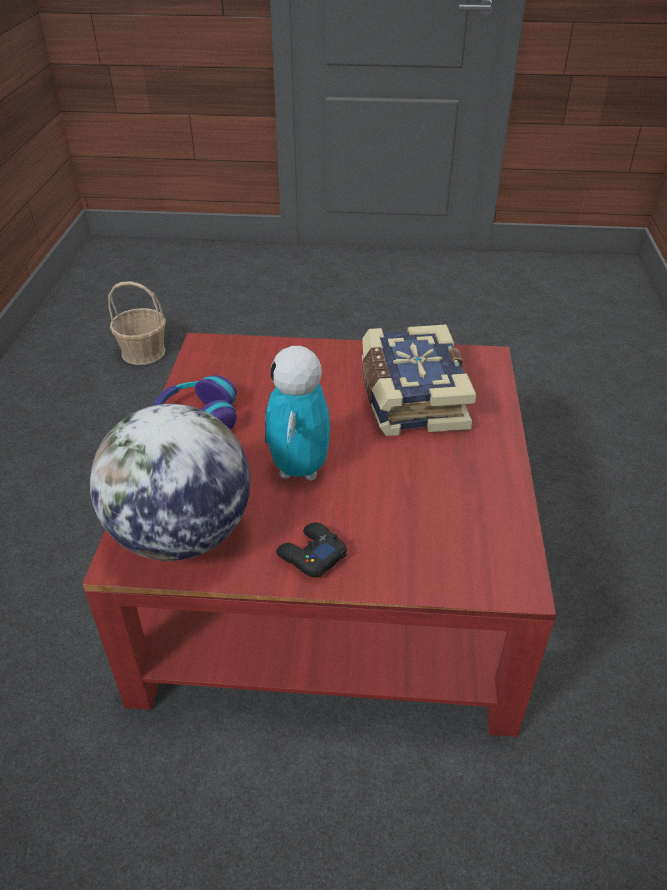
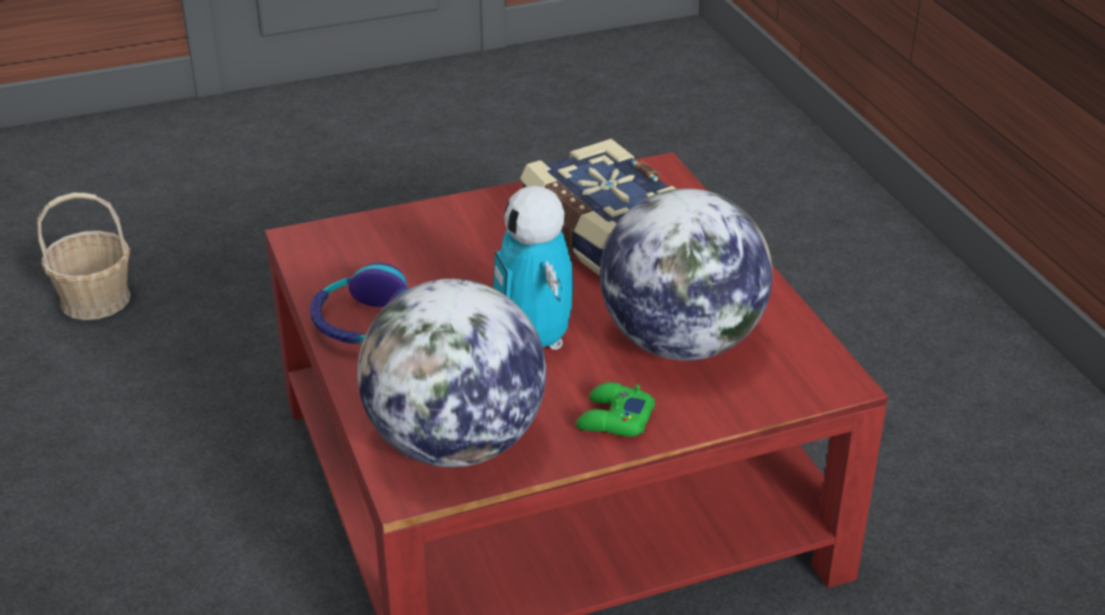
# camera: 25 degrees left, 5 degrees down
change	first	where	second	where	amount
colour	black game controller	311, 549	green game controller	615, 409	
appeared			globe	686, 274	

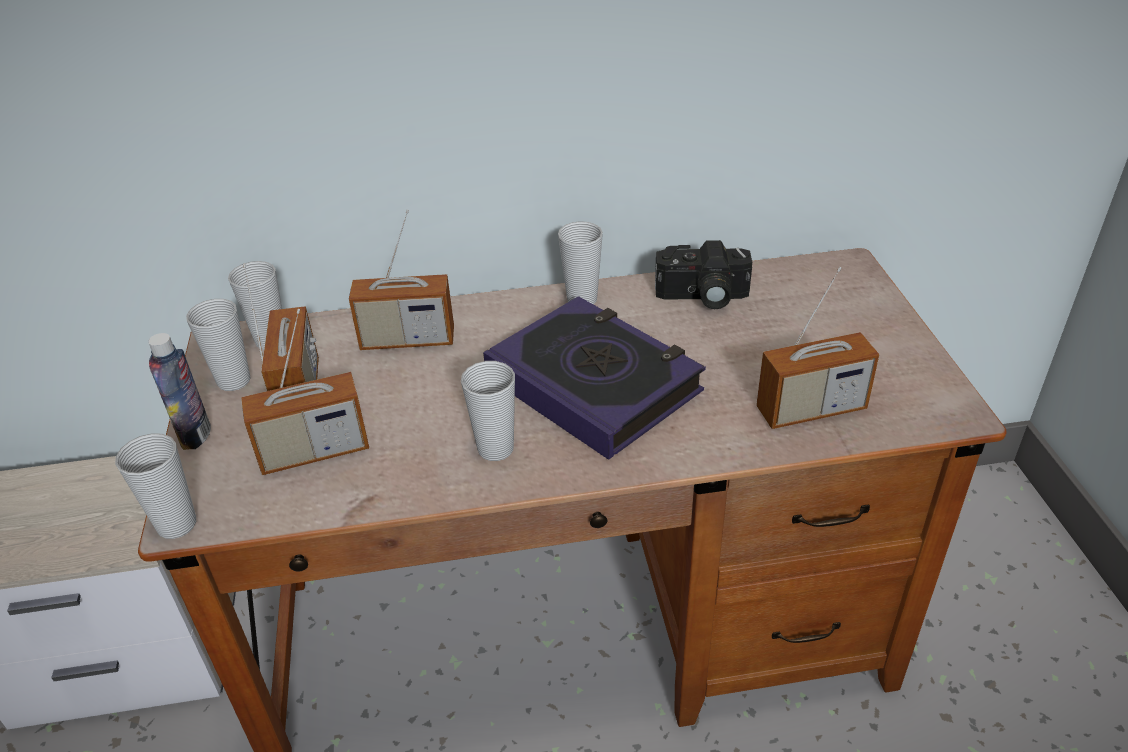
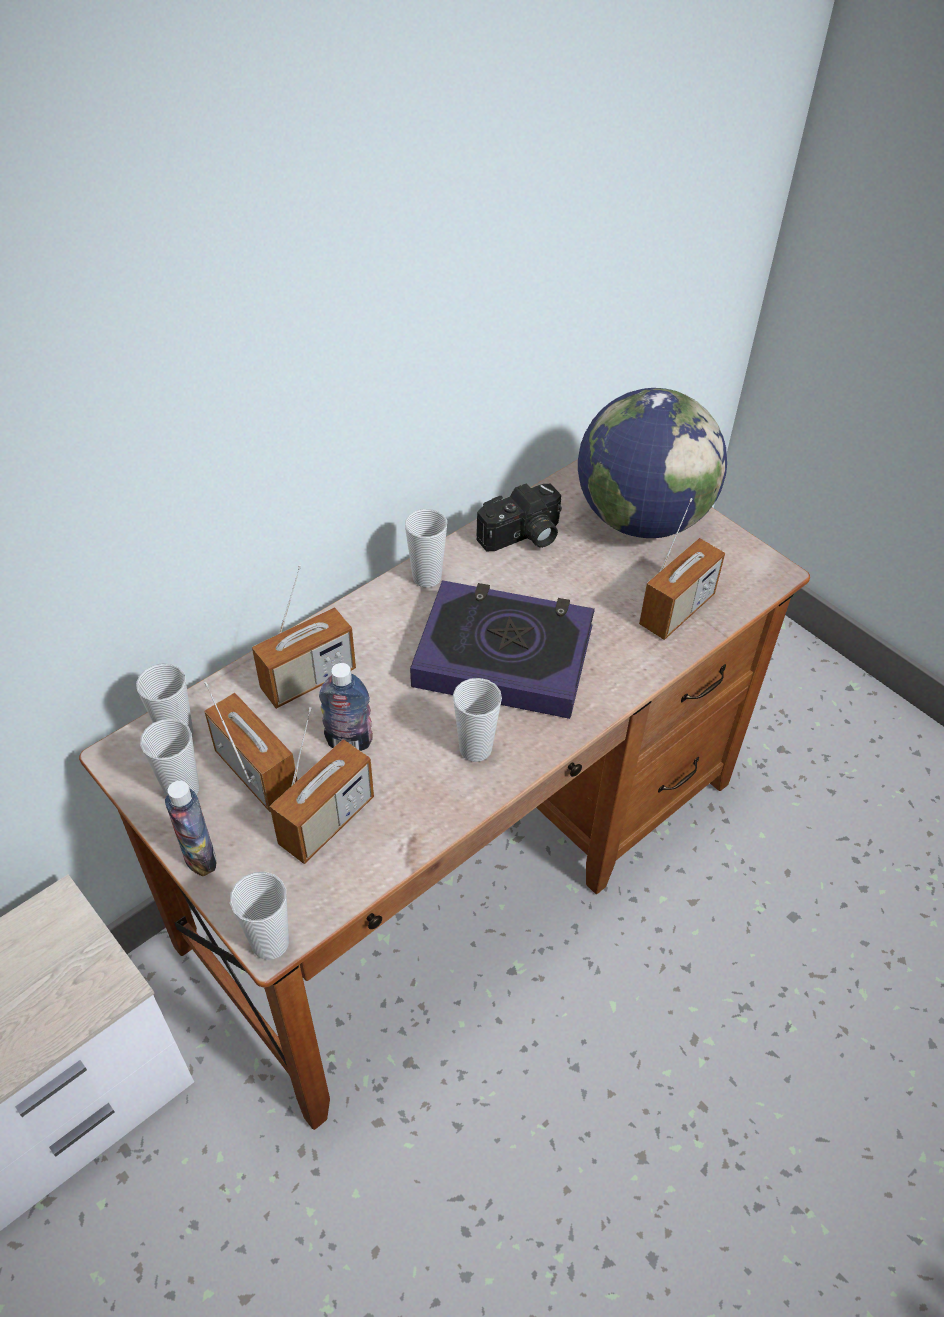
# camera: 35 degrees left, 10 degrees up
change	first	where	second	where	amount
appeared			globe	652, 463	
appeared			bottle	346, 707	

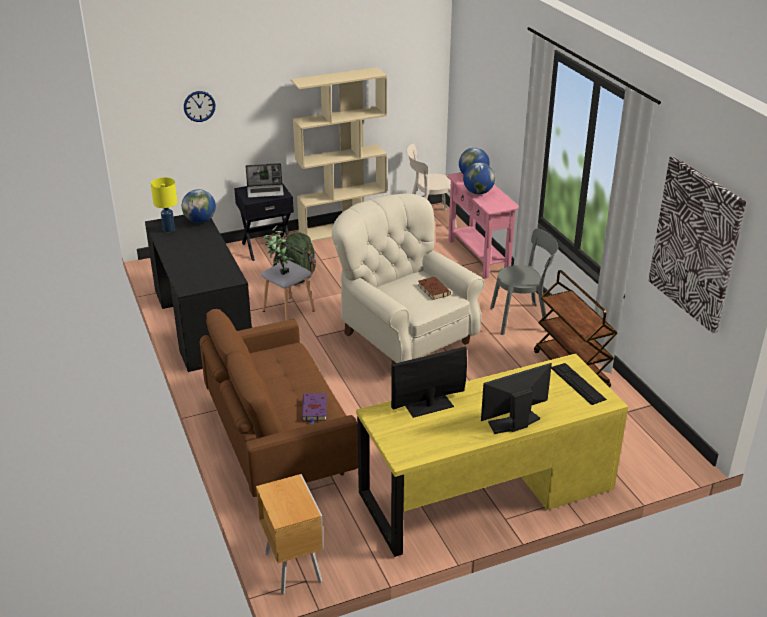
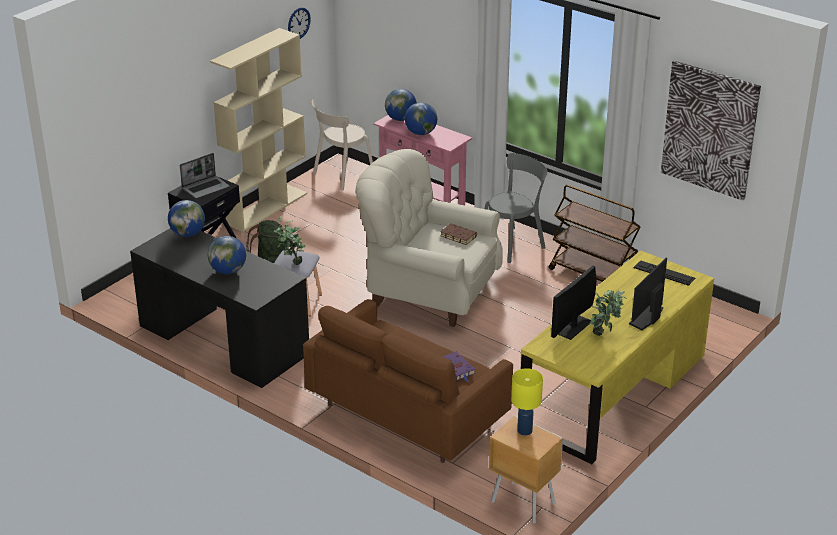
# camera: 30 degrees left, 0 degrees up
change	first	where	second	where	amount
relocated	wall clock	199, 106		299, 23	
relocated	yellow table lamp	164, 204		527, 402	
appeared			globe	227, 255	
appeared			potted plant	608, 313	

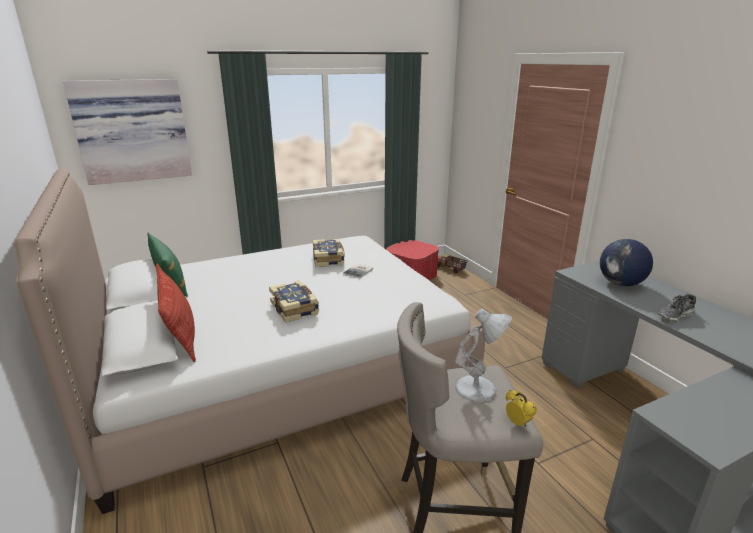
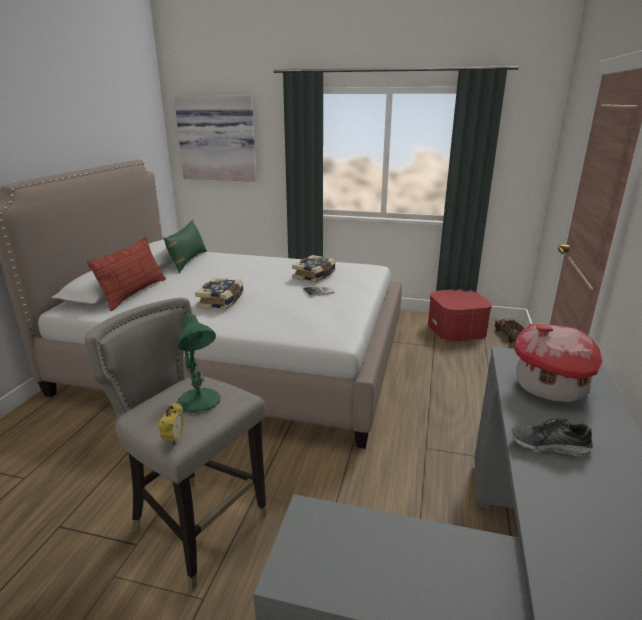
# camera: 40 degrees right, 0 degrees up
change	first	where	second	where	amount
exchanged	globe	626, 262	toy house	558, 363	
colour	white table lamp	483, 355	green table lamp	199, 363	

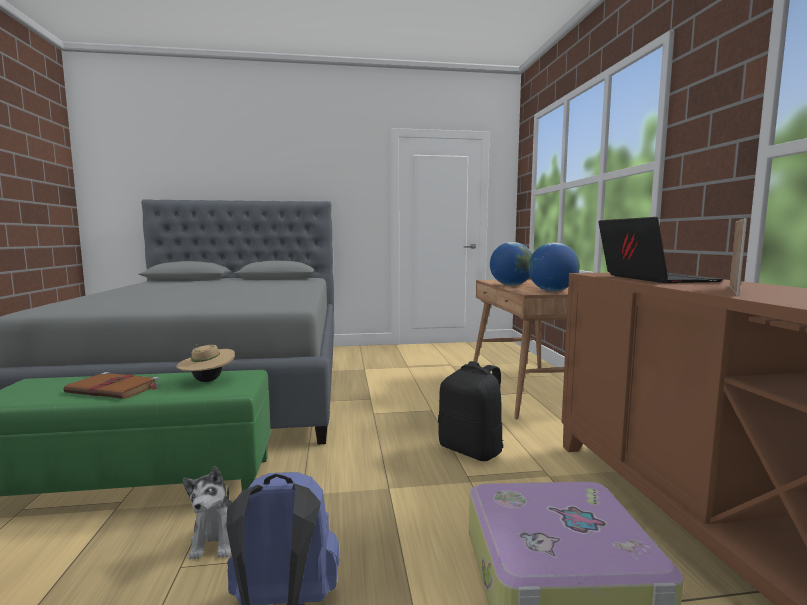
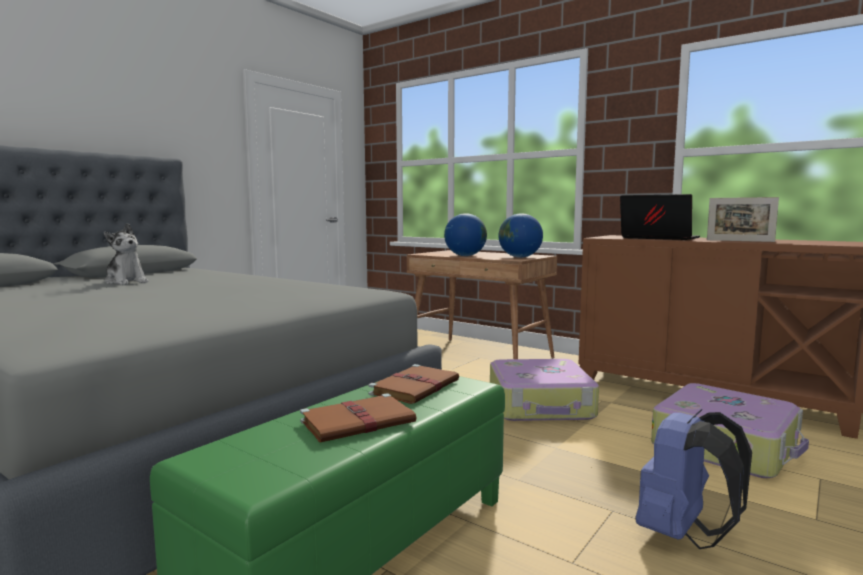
# camera: 45 degrees left, 0 degrees up
change	first	where	second	where	amount
spun	picture frame	738, 257		743, 219	135 degrees clockwise
exchanged	beige hat	205, 363	brown book	413, 384	
exchanged	black backpack	470, 411	suitcase	544, 390	
relocated	plush toy	208, 512		126, 254	

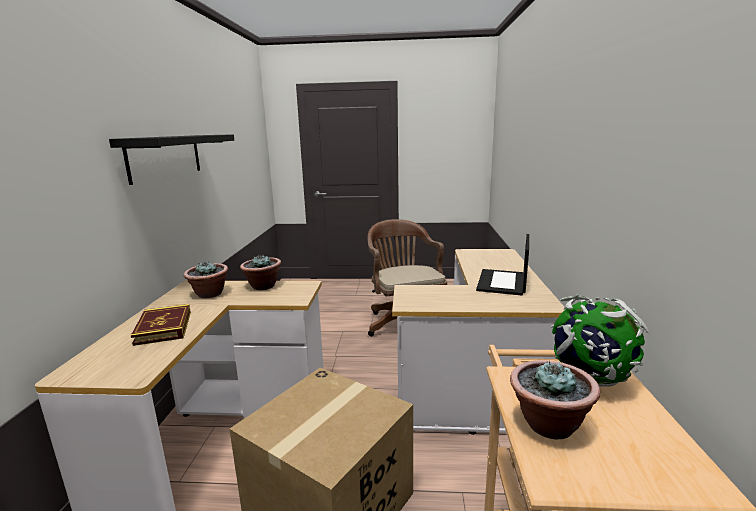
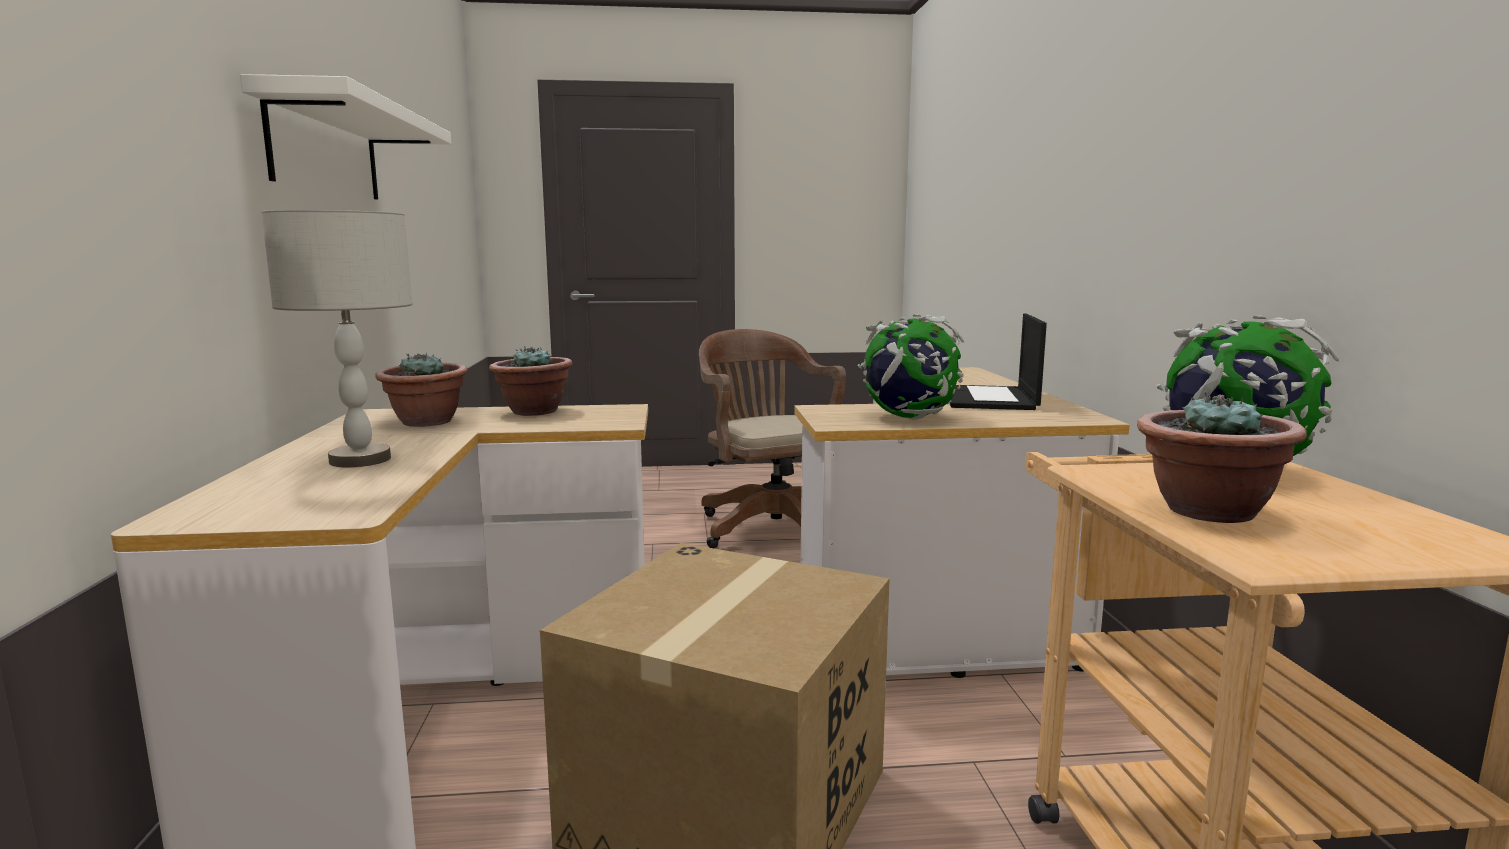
# camera: 10 degrees left, 5 degrees down
change	first	where	second	where	amount
colour	black shelf	171, 159	white shelf	345, 137	
exchanged	book	161, 325	grey table lamp	337, 338	
appeared			globe	911, 367	

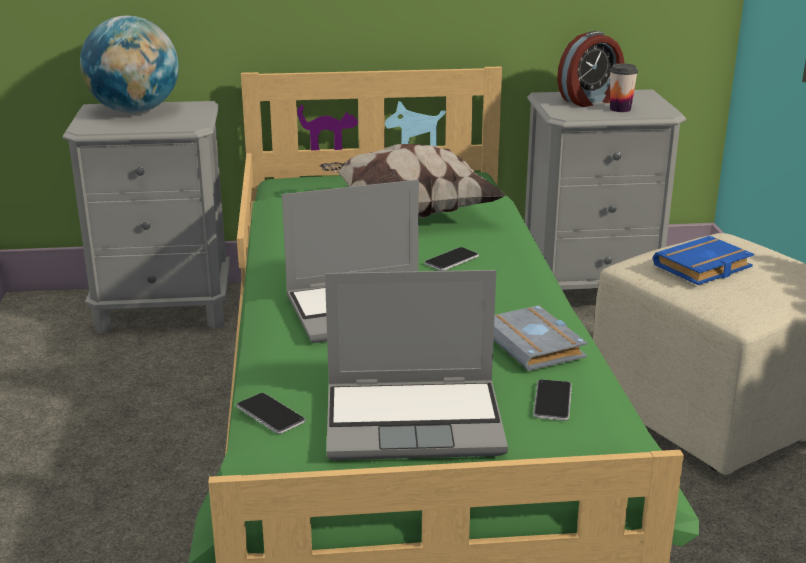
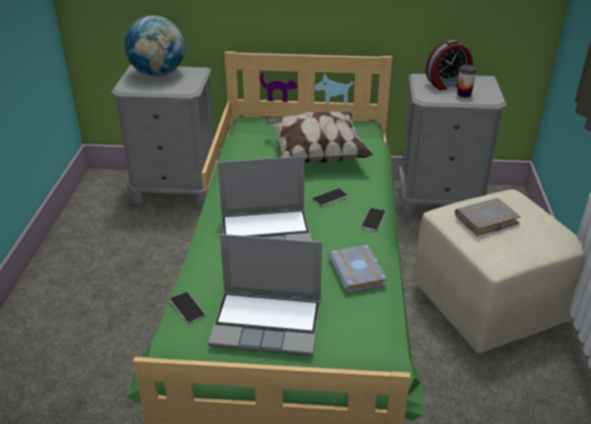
# camera: 10 degrees right, 10 degrees up
change	first	where	second	where	amount
colour	blue book	703, 260	grey book	488, 217	
relocated	phone	552, 400		373, 219	

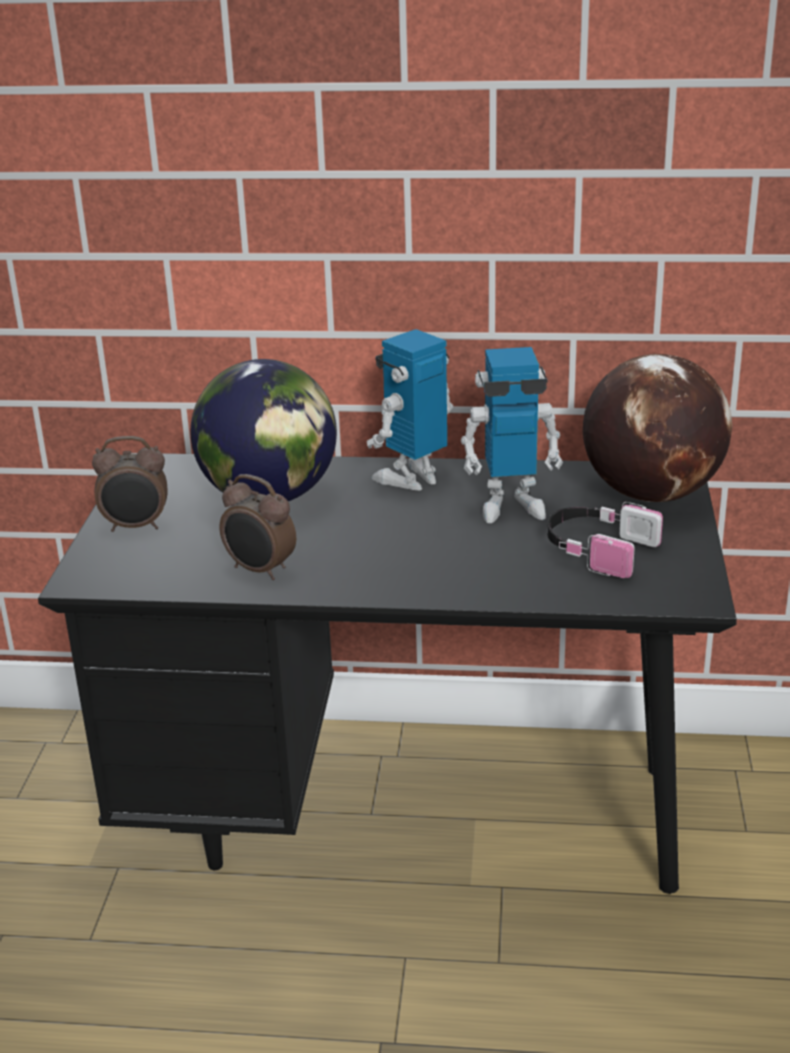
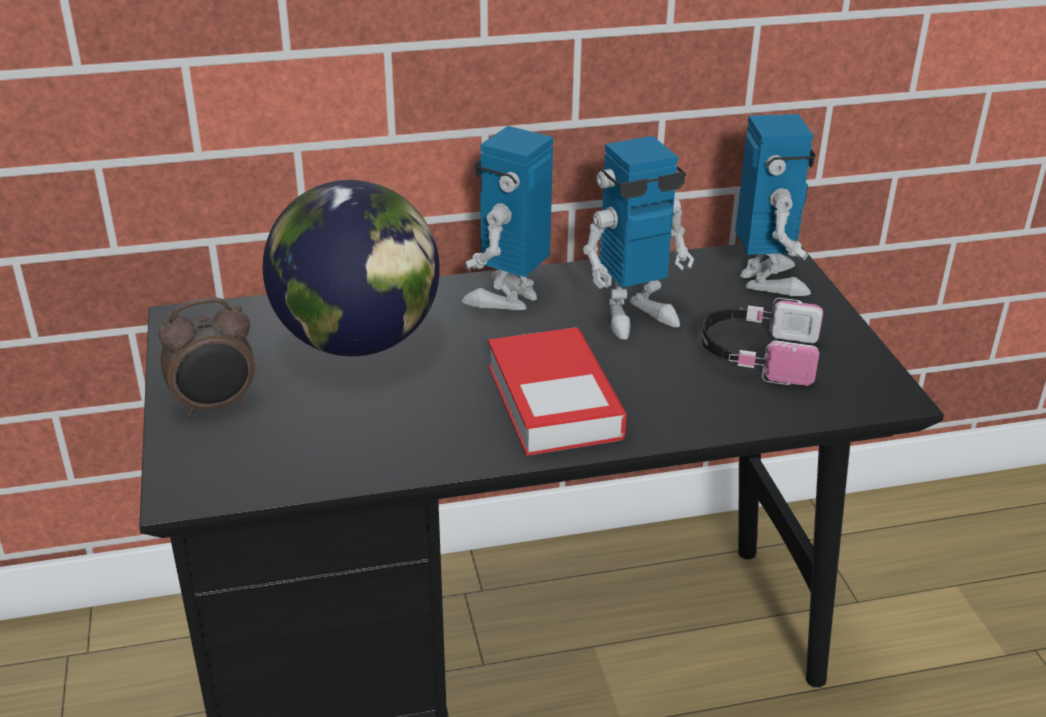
# camera: 20 degrees left, 5 degrees up
change	first	where	second	where	amount
exchanged	globe	657, 428	toy robot	775, 205	
missing	alarm clock	257, 527			
appeared			book	557, 391	

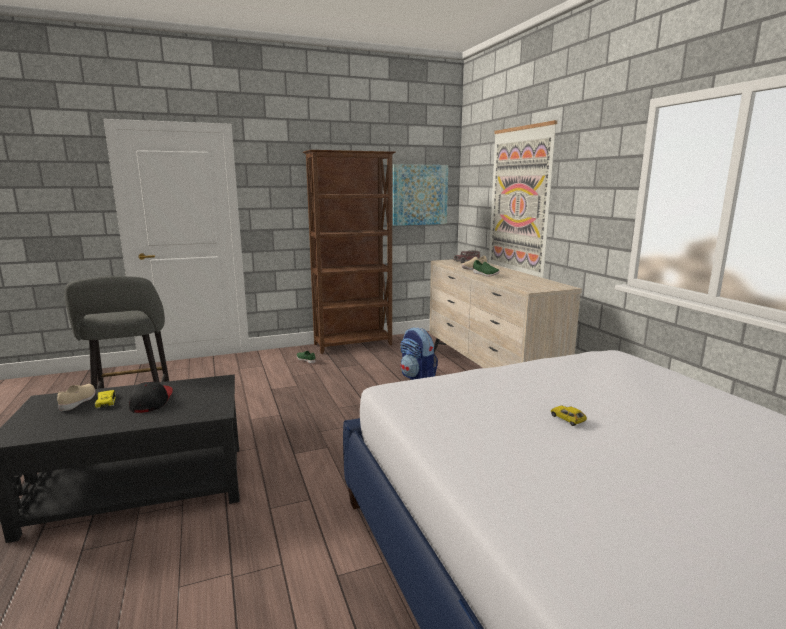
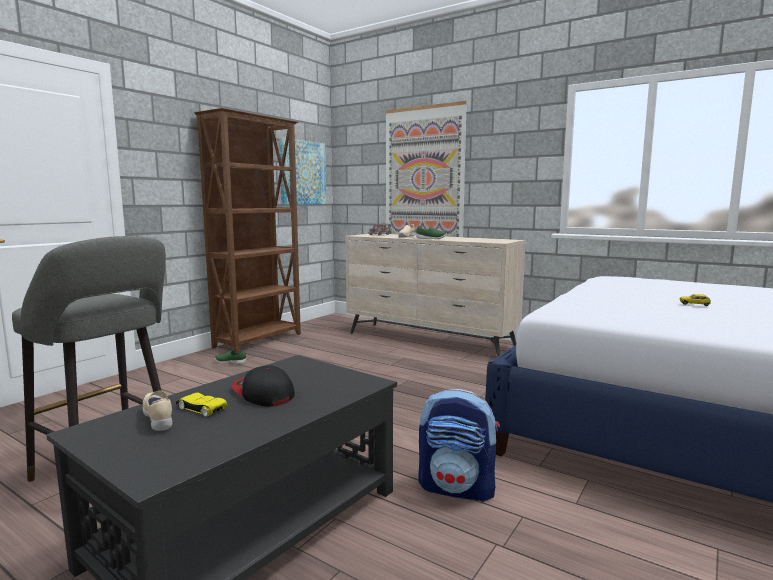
# camera: 35 degrees left, 5 degrees down
change	first	where	second	where	amount
relocated	backpack	419, 353		459, 445	

